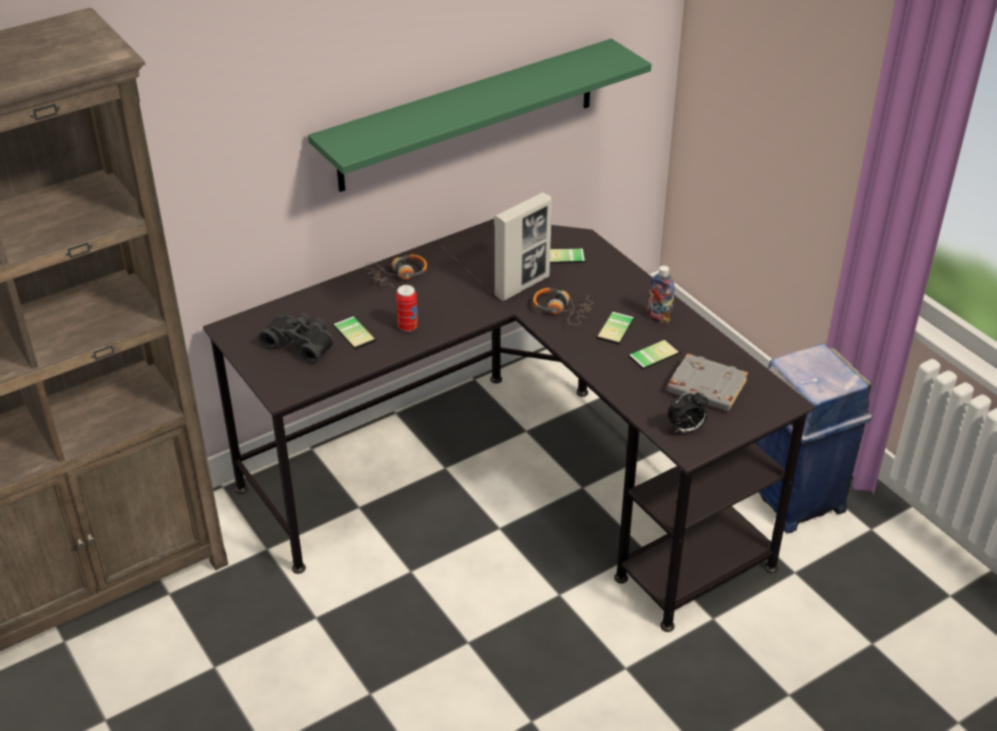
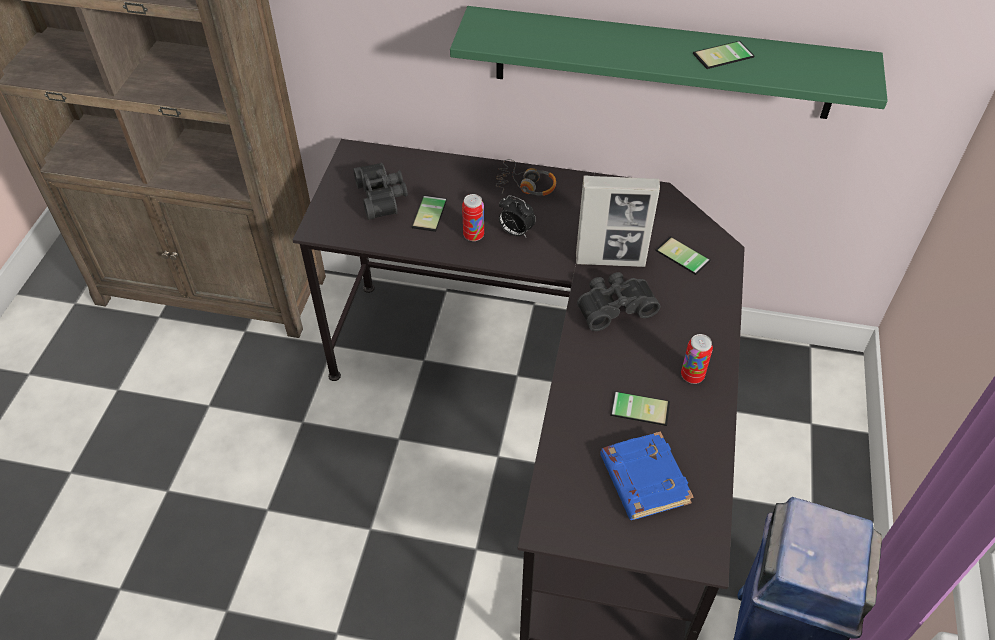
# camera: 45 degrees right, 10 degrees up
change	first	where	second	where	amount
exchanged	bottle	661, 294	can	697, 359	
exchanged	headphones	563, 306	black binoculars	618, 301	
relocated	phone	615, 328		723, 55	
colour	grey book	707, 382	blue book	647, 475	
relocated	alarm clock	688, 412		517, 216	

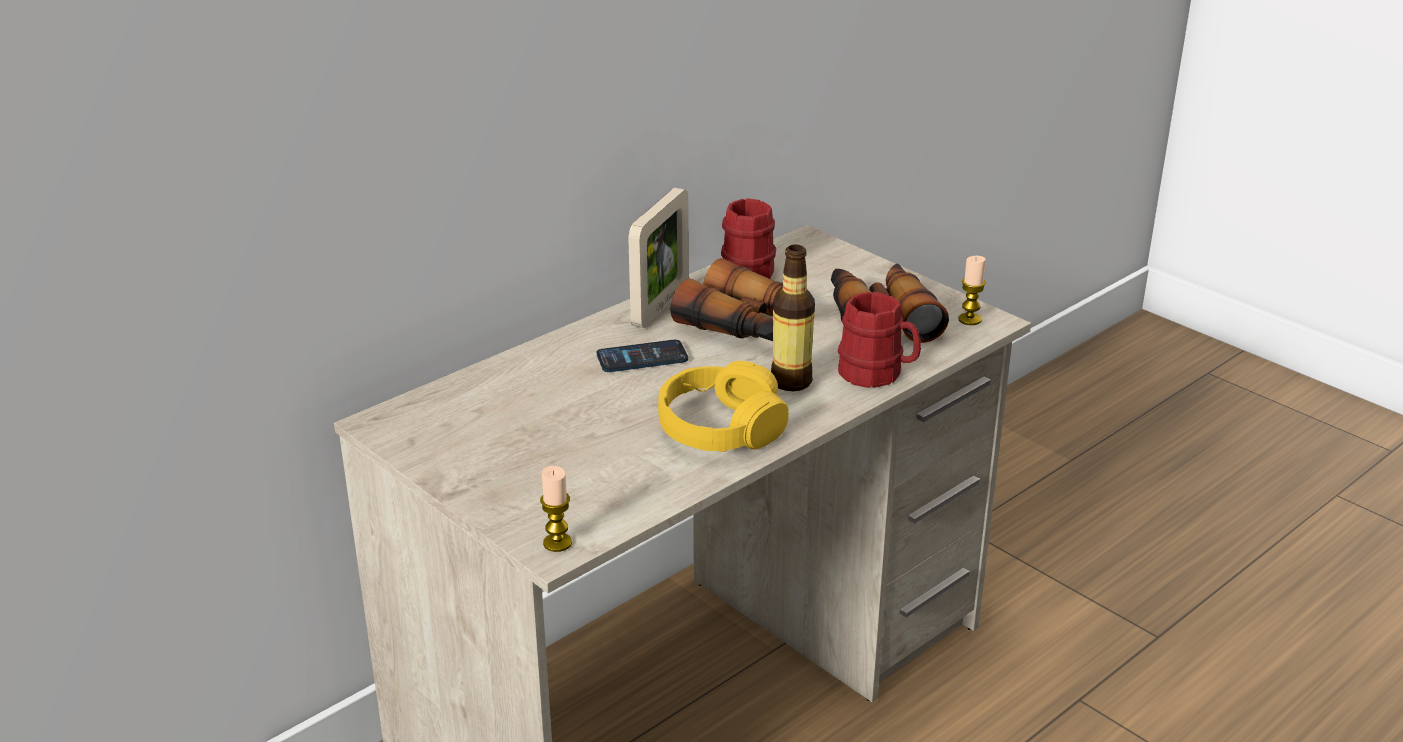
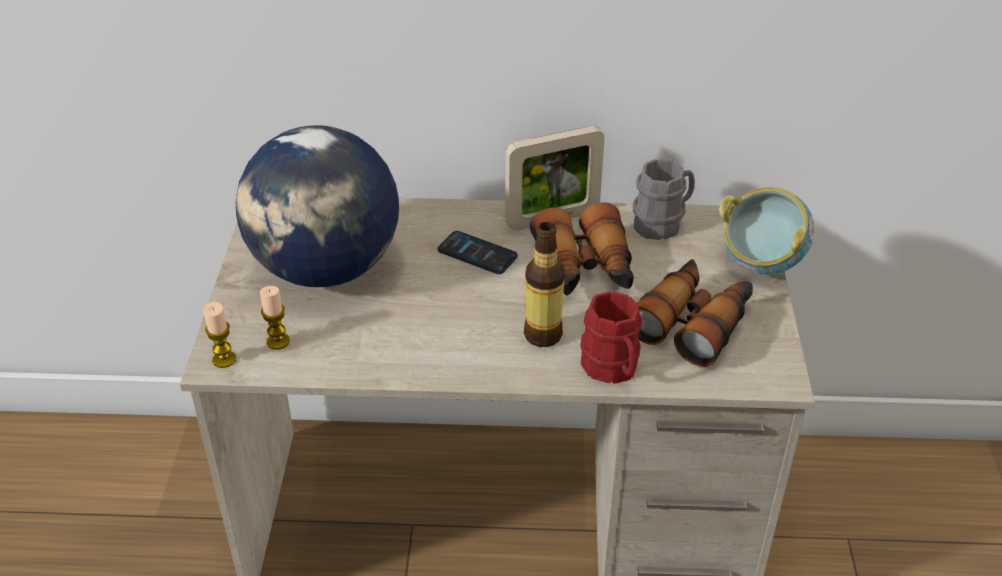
# camera: 45 degrees right, 10 degrees up
change	first	where	second	where	amount
colour	red mug	748, 238	grey mug	664, 199	
relocated	candle	972, 290		275, 318	
missing	yellow headphones	723, 406			
appeared			globe	317, 206	
appeared			bowl	767, 231	

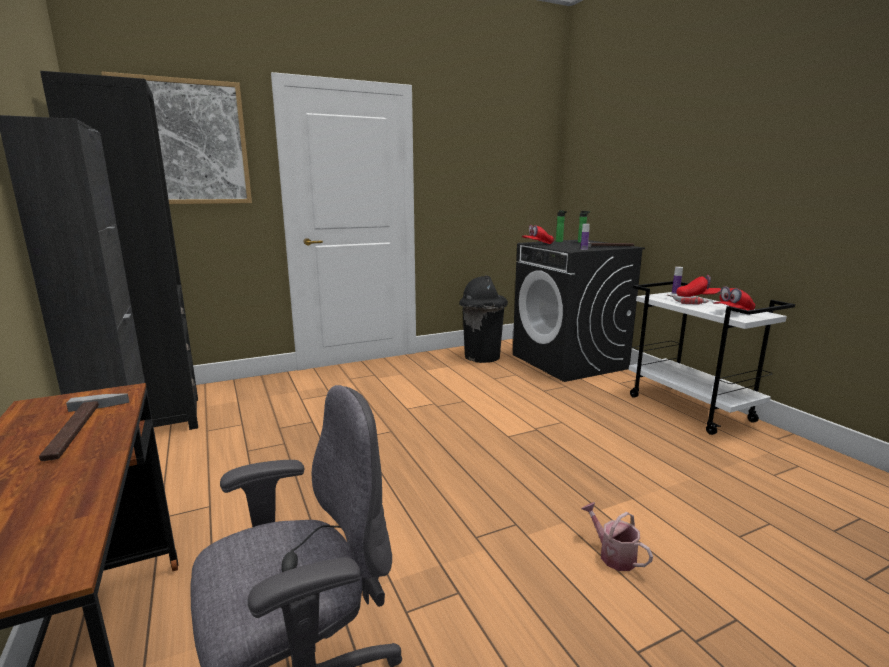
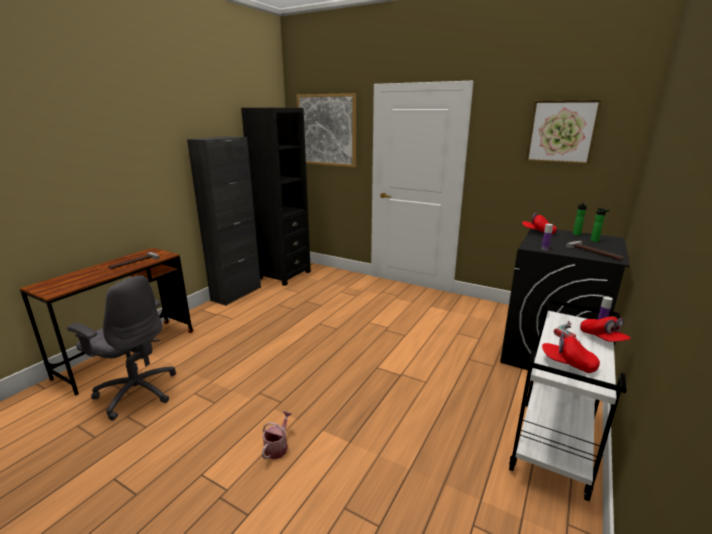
# camera: 55 degrees right, 5 degrees up
change	first	where	second	where	amount
missing	black trash can	483, 319			
appeared			picture	564, 132	

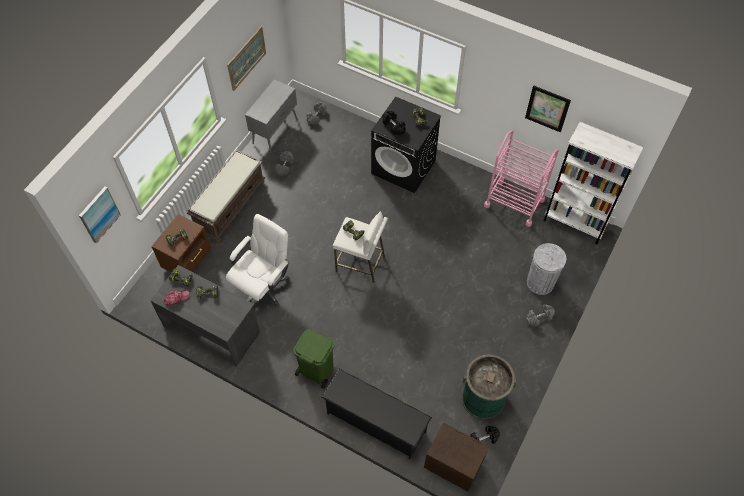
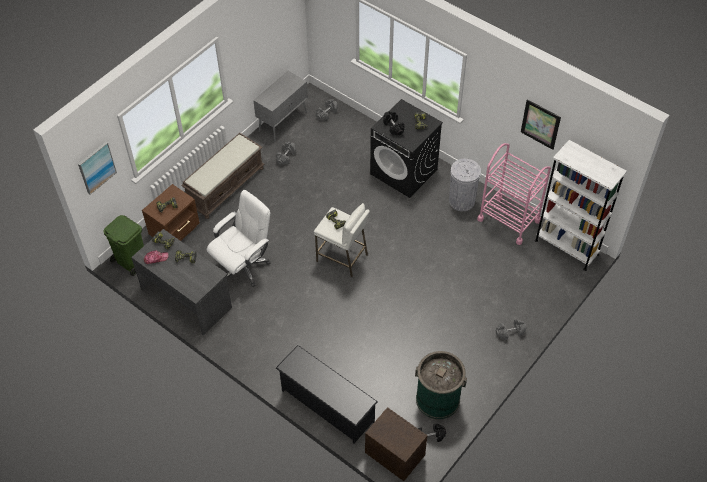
# camera: 10 degrees right, 5 degrees down
change	first	where	second	where	amount
missing	picture	246, 58			
relocated	grey trash can	546, 269		465, 185	
relocated	green trash can	314, 359		123, 245	

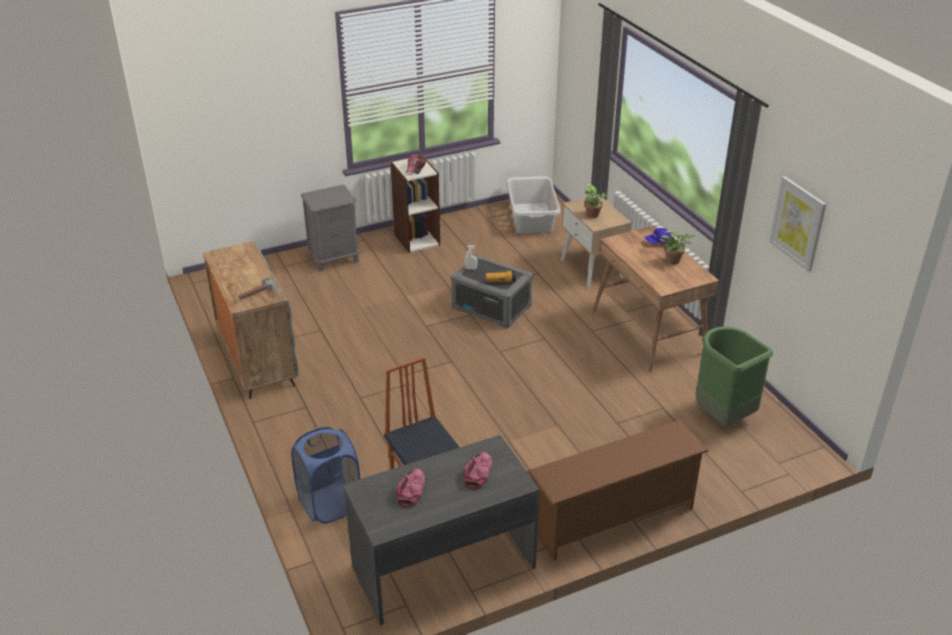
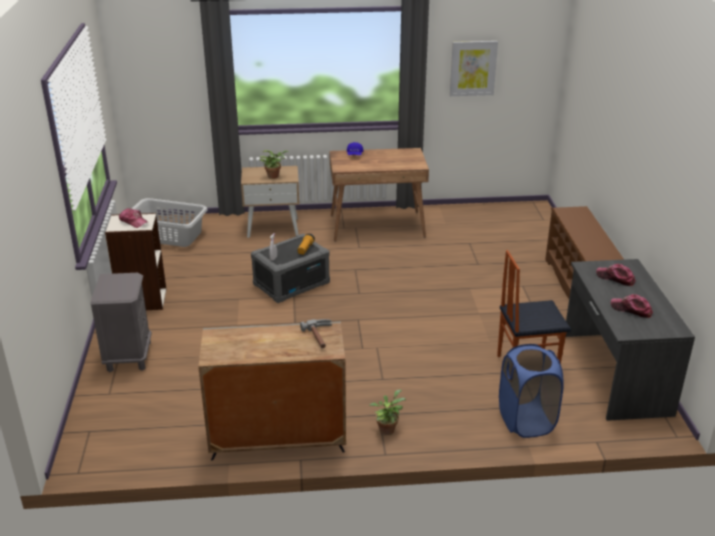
# camera: 70 degrees left, 5 degrees down
change	first	where	second	where	amount
relocated	potted plant	679, 247		387, 412	
missing	green trash can	734, 376			

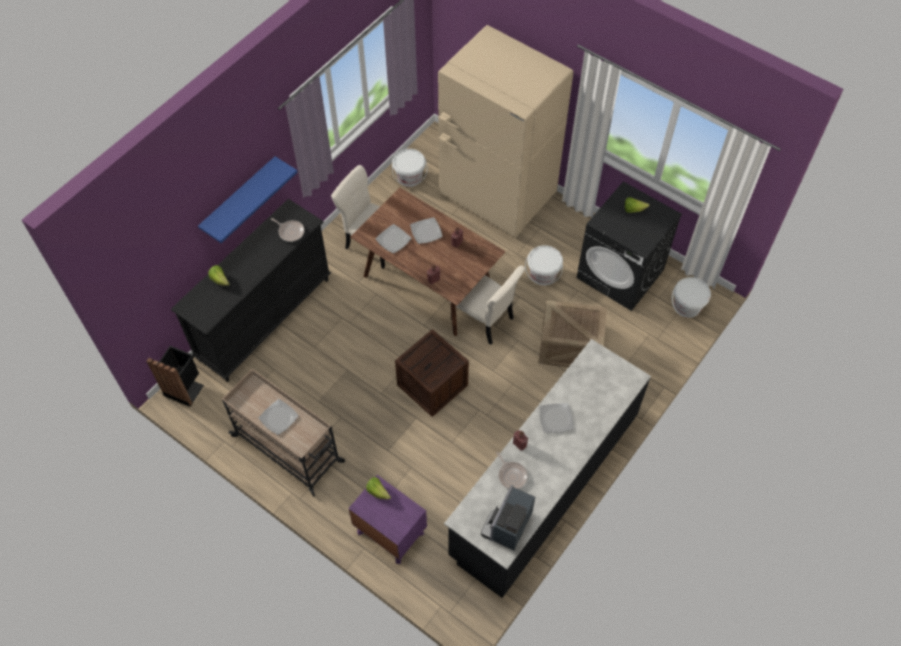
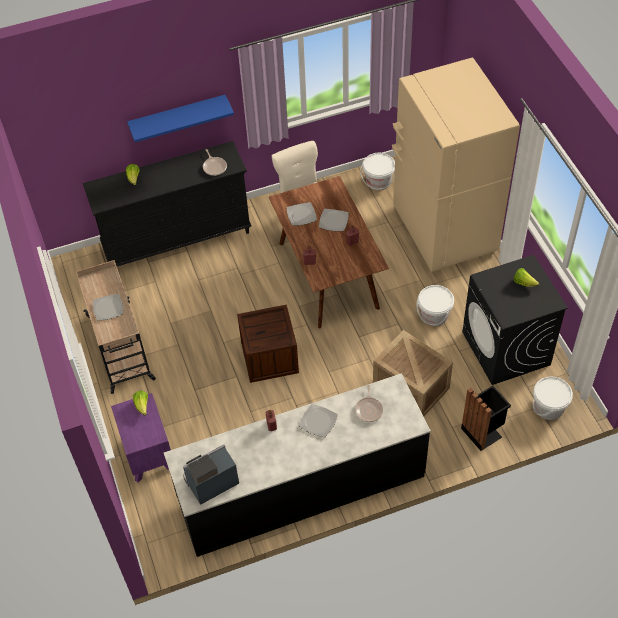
# camera: 35 degrees right, 5 degrees down
change	first	where	second	where	amount
missing	beige chair	487, 305			
relocated	black trash can	175, 376		486, 418	
relocated	frying pan	512, 470		369, 403	

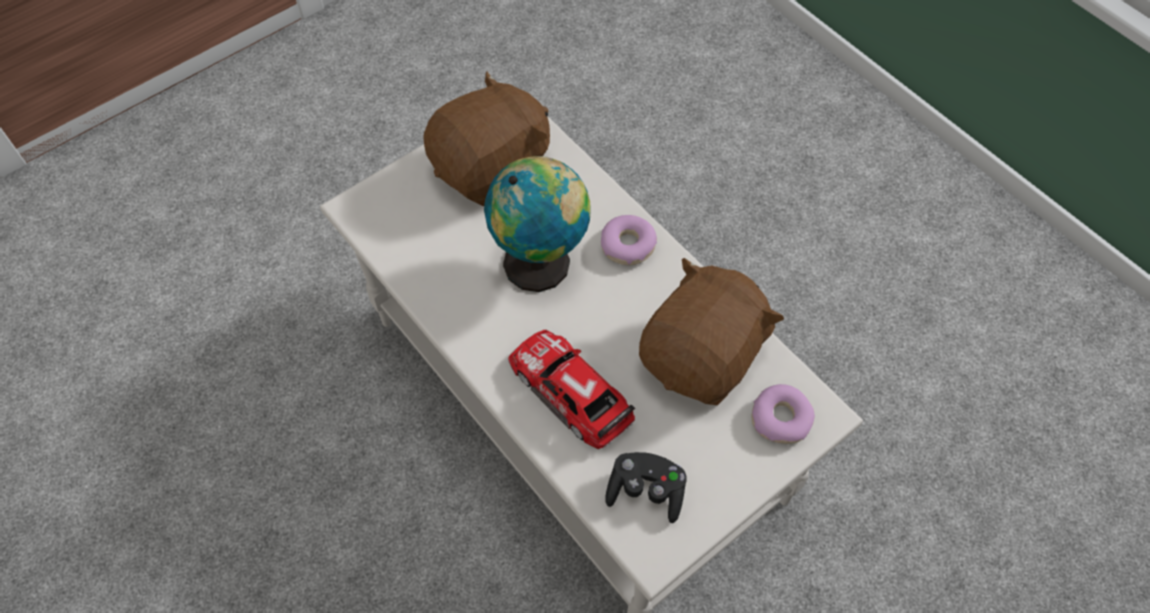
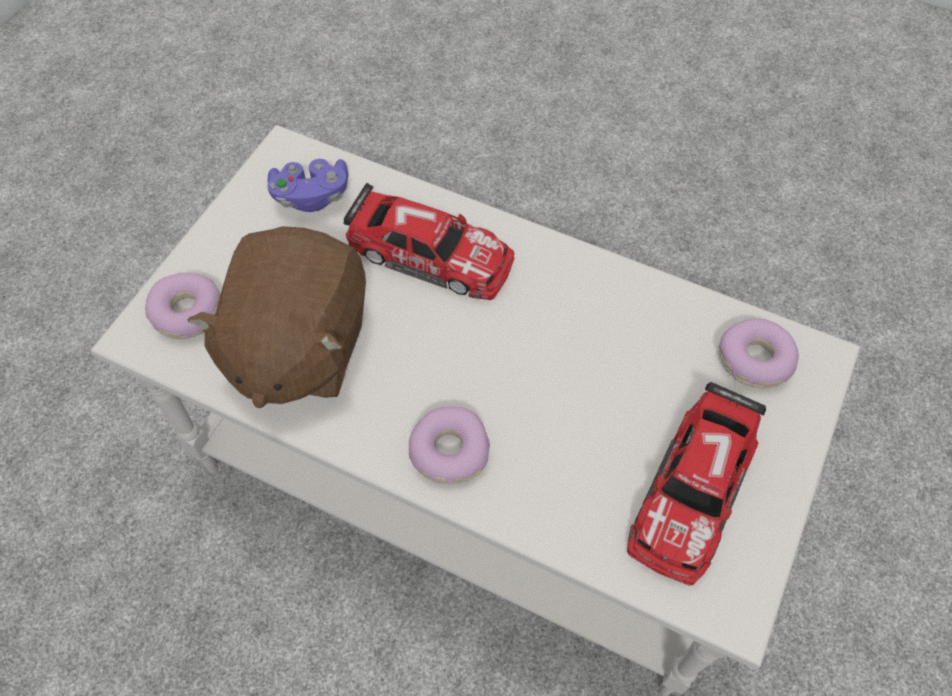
# camera: 155 degrees right, 0 degrees up
change	first	where	second	where	amount
exchanged	brown plush toy	486, 139	toy car	696, 484	
missing	globe	537, 224			
colour	black game controller	646, 487	purple game controller	307, 185	
appeared			donut	758, 353	

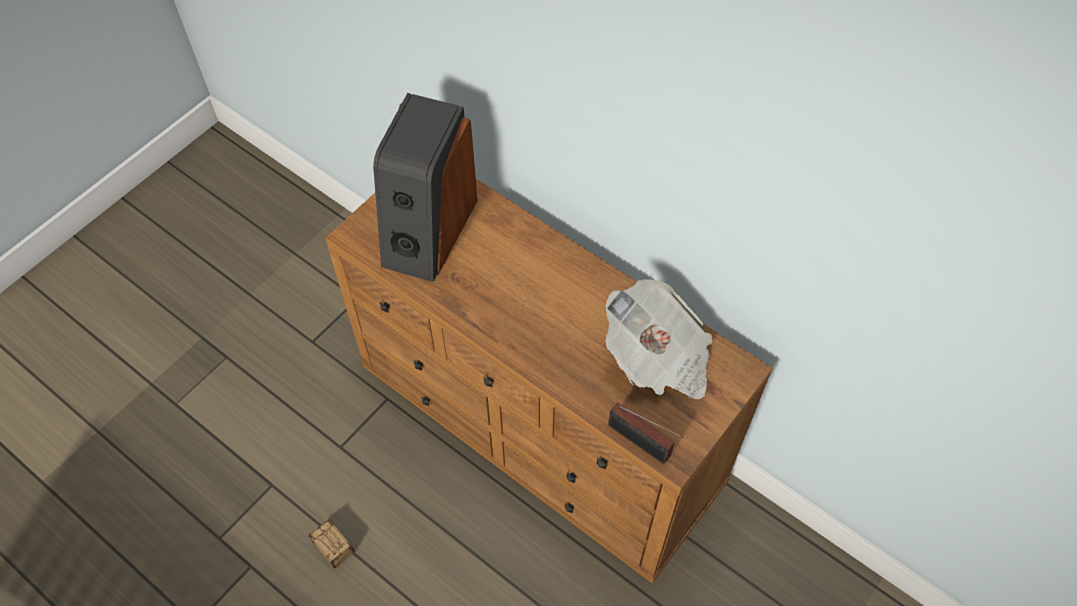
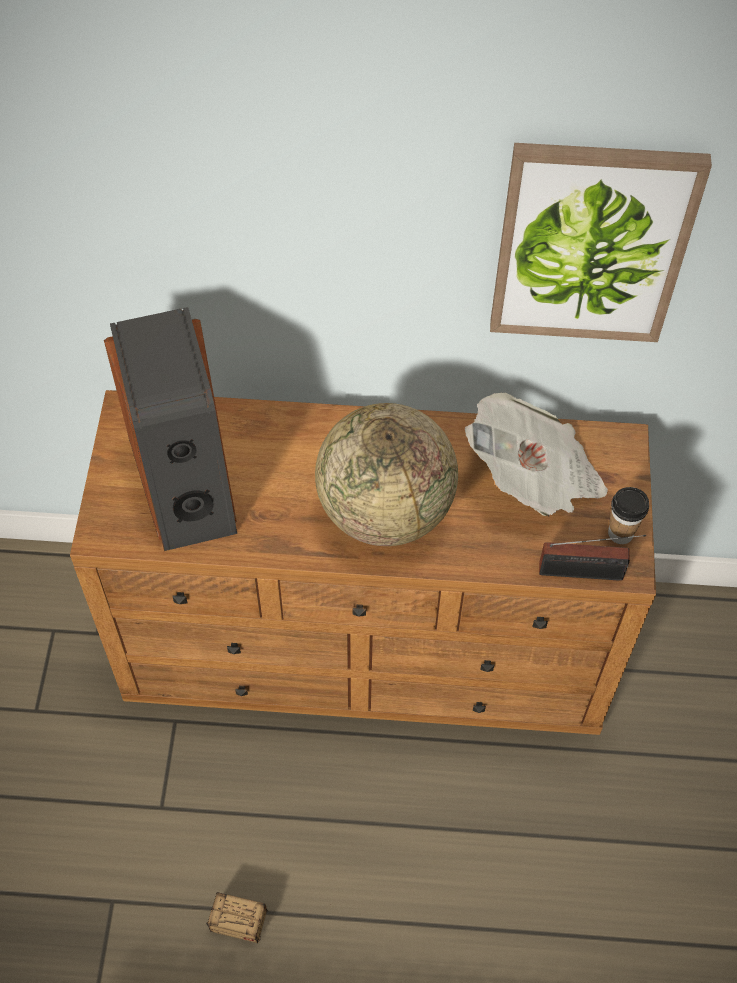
# camera: 35 degrees left, 0 degrees up
change	first	where	second	where	amount
appeared			picture	601, 242	
appeared			globe	386, 474	
appeared			cup	628, 515	

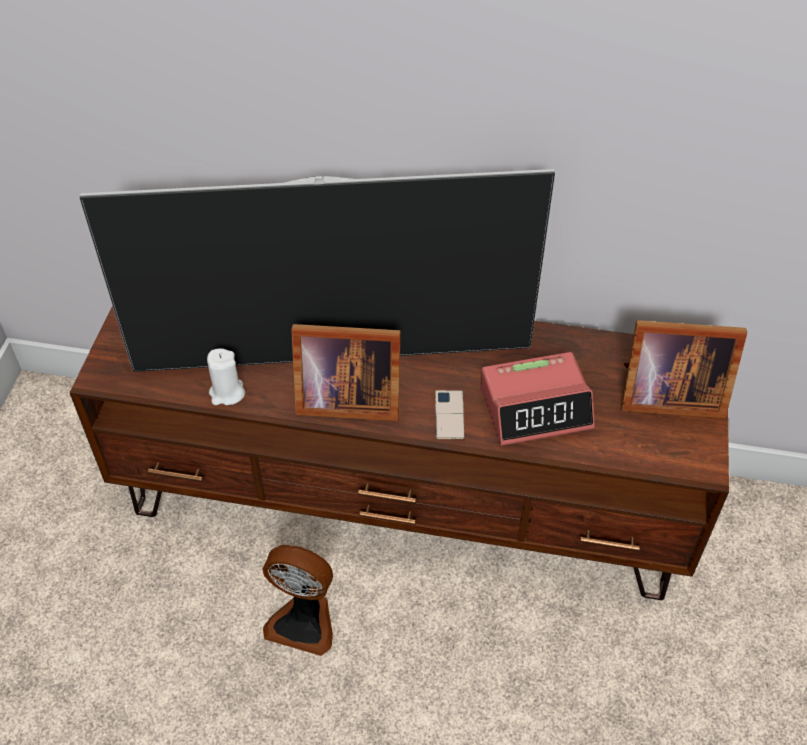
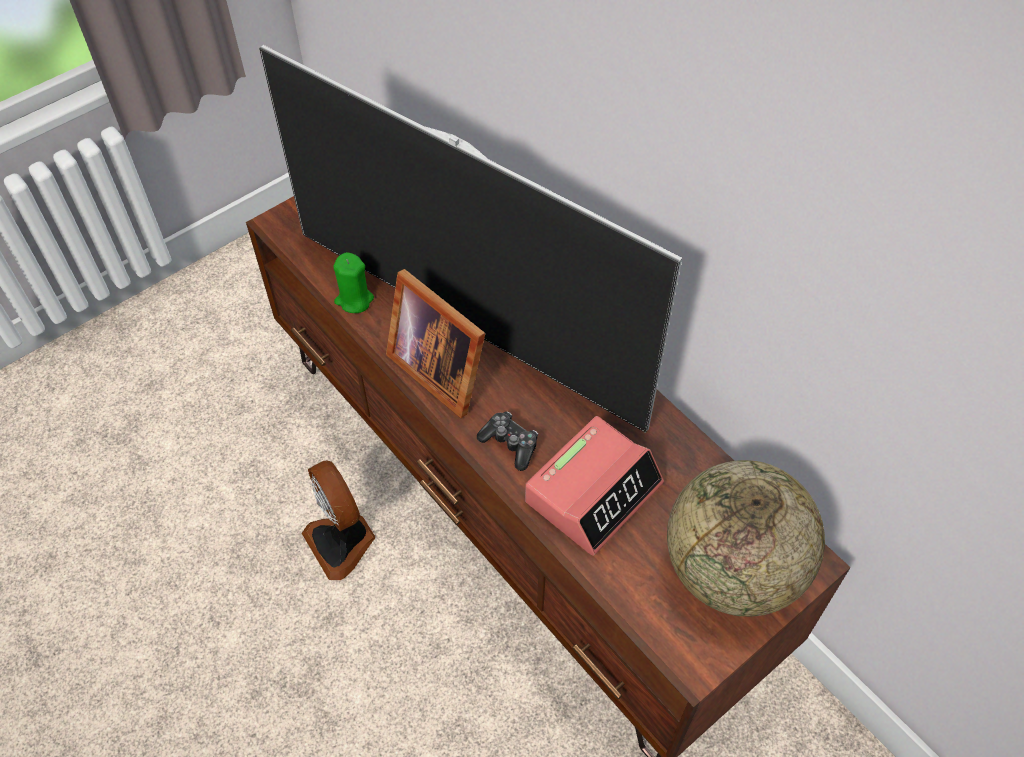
# camera: 40 degrees right, 5 degrees up
change	first	where	second	where	amount
exchanged	picture frame	684, 369	globe	746, 538	
colour	white candle	226, 376	green candle	353, 282	
spun	alarm clock	537, 399		594, 486	75 degrees counterclockwise
exchanged	phone	449, 414	game controller	507, 441	

